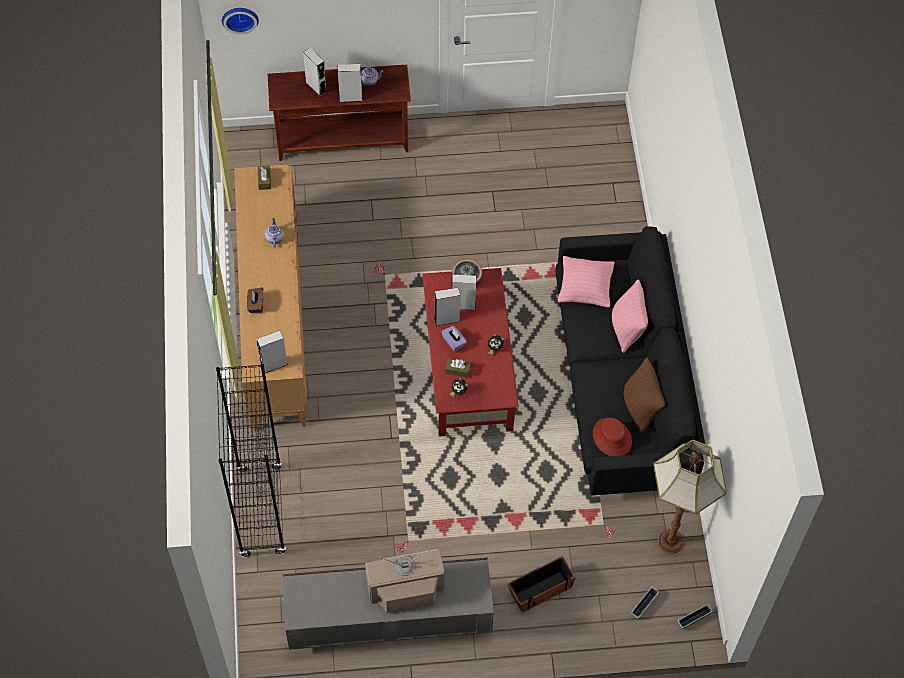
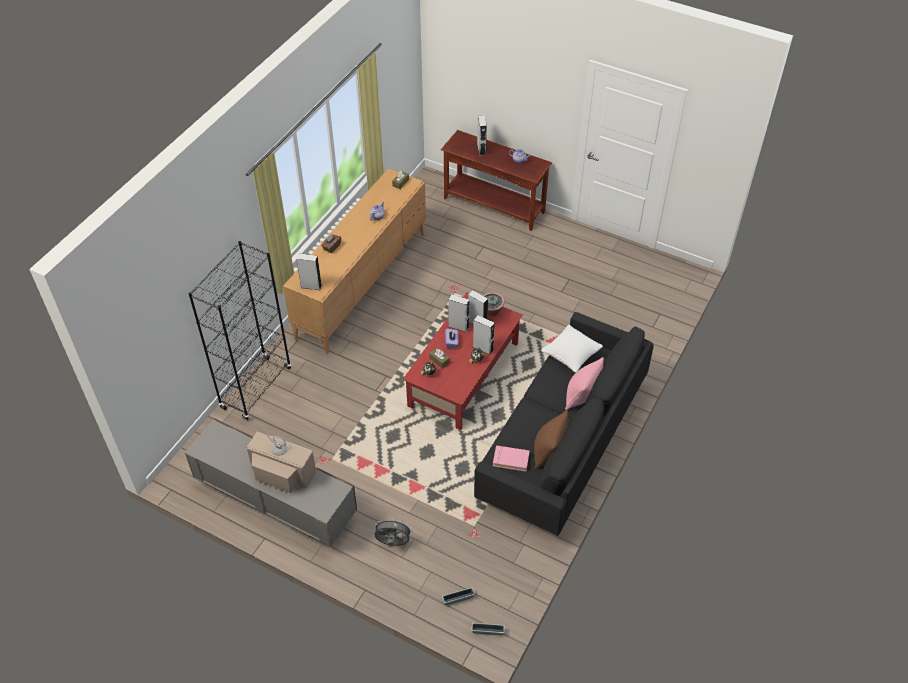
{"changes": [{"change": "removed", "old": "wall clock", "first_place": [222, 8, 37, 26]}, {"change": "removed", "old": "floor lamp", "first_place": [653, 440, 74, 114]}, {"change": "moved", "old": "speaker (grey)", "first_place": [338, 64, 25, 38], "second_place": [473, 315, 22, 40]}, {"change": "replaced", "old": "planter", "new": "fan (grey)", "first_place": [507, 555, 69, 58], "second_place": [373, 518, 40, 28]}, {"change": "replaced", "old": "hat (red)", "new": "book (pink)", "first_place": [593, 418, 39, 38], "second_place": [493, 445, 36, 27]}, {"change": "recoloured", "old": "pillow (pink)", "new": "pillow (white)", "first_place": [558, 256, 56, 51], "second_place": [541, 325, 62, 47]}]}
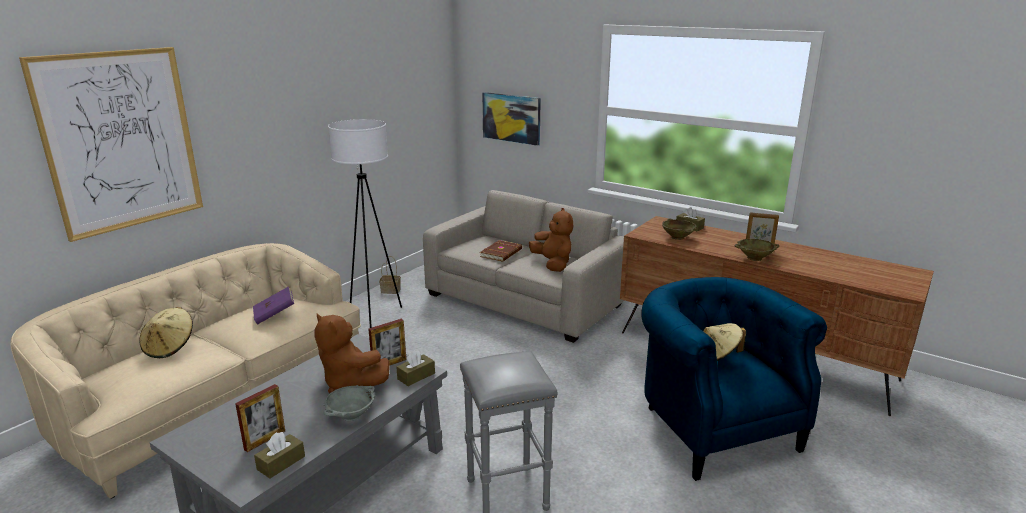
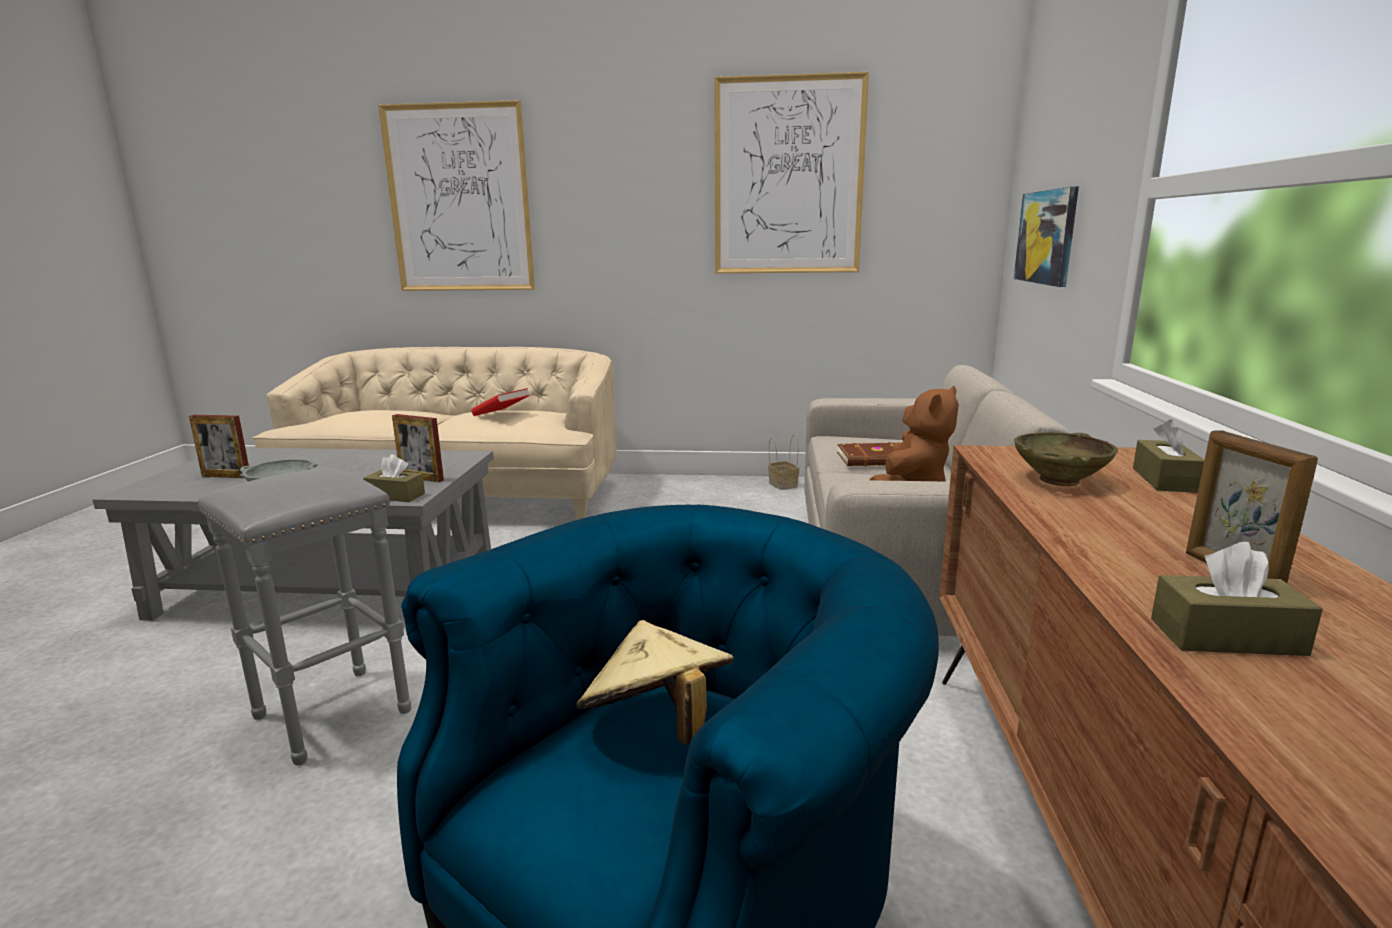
{"changes": [{"change": "removed", "old": "hat (beige)", "first_place": [140, 307, 53, 51]}, {"change": "removed", "old": "plush toy (brown)", "first_place": [315, 314, 74, 79]}, {"change": "removed", "old": "floor lamp (white)", "first_place": [328, 119, 74, 209]}, {"change": "removed", "old": "bowl (beige)", "first_place": [734, 239, 46, 22]}, {"change": "added", "new": "picture", "second_place": [714, 72, 155, 201]}, {"change": "moved", "old": "tissue box (brown)", "first_place": [254, 432, 51, 46], "second_place": [1151, 542, 172, 114]}, {"change": "recoloured", "old": "book (purple)", "new": "book (red)", "first_place": [253, 287, 41, 37], "second_place": [471, 388, 59, 28]}]}
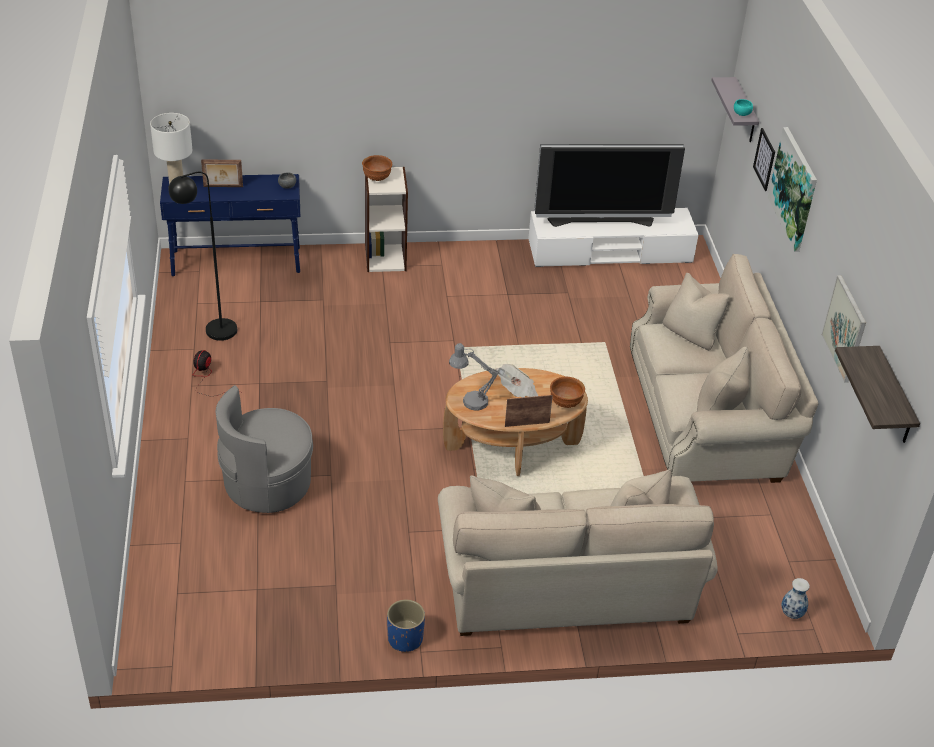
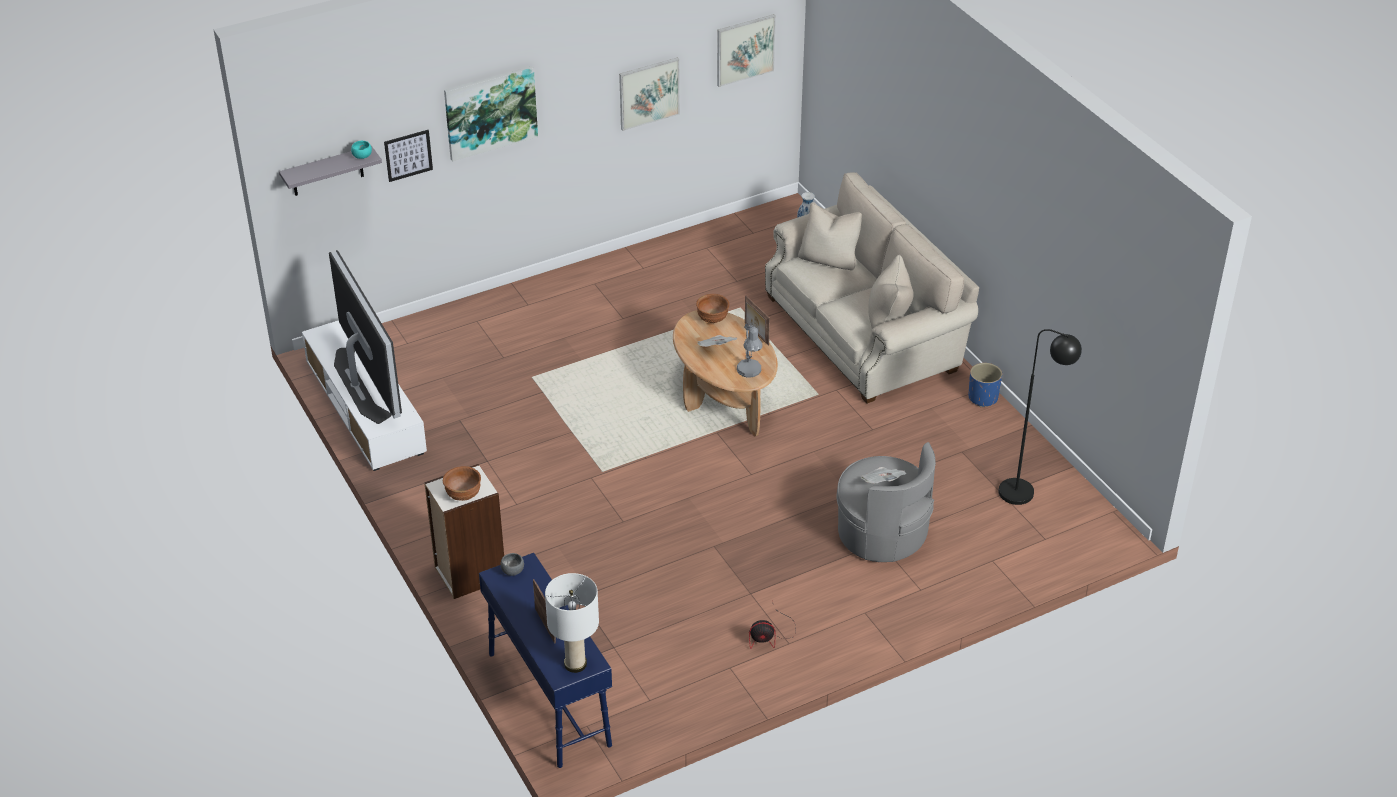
{"changes": [{"change": "removed", "old": "sofa (beige)", "first_place": [630, 254, 189, 229]}, {"change": "added", "new": "newspaper", "second_place": [861, 467, 45, 16]}, {"change": "moved", "old": "floor lamp (black)", "first_place": [169, 172, 68, 169], "second_place": [998, 329, 84, 176]}, {"change": "replaced", "old": "shelf", "new": "picture", "first_place": [835, 346, 85, 97], "second_place": [717, 14, 59, 73]}]}
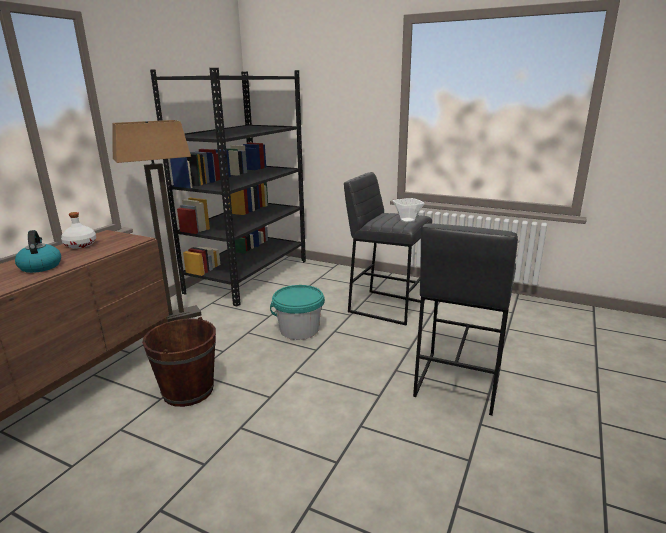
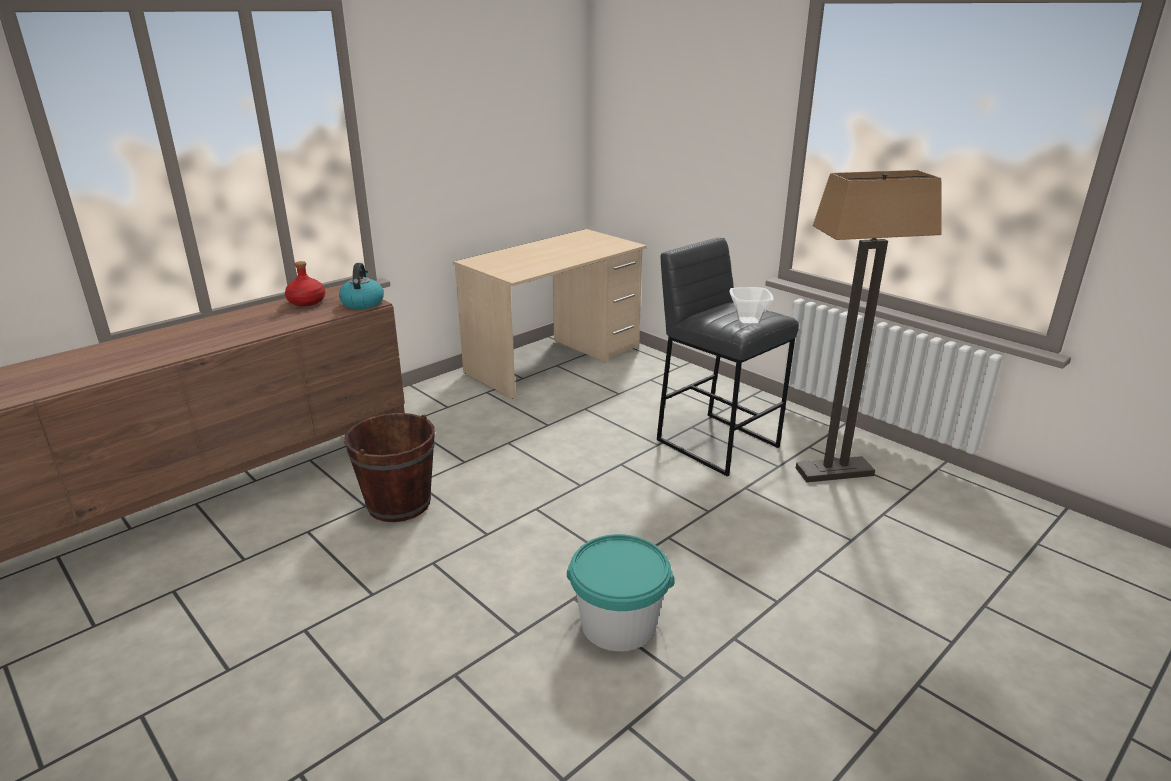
{"changes": [{"change": "removed", "old": "stool (grey)", "first_place": [413, 223, 105, 193]}, {"change": "moved", "old": "kettle", "first_place": [15, 230, 46, 43], "second_place": [339, 263, 45, 46]}, {"change": "moved", "old": "floor lamp", "first_place": [112, 120, 89, 202], "second_place": [796, 170, 145, 312]}, {"change": "moved", "old": "bucket (turquoise)", "first_place": [270, 285, 55, 55], "second_place": [567, 534, 108, 118]}, {"change": "replaced", "old": "bookcase (black)", "new": "desk (beige)", "first_place": [150, 68, 156, 239], "second_place": [453, 229, 194, 170]}, {"change": "recoloured", "old": "bottle (white)", "new": "bottle (red)", "first_place": [61, 212, 35, 36], "second_place": [285, 261, 40, 45]}]}
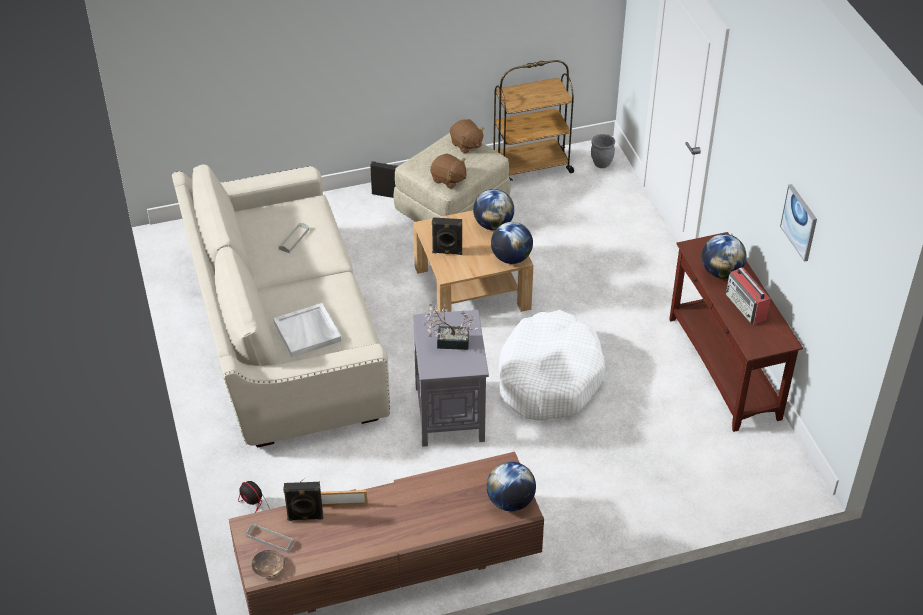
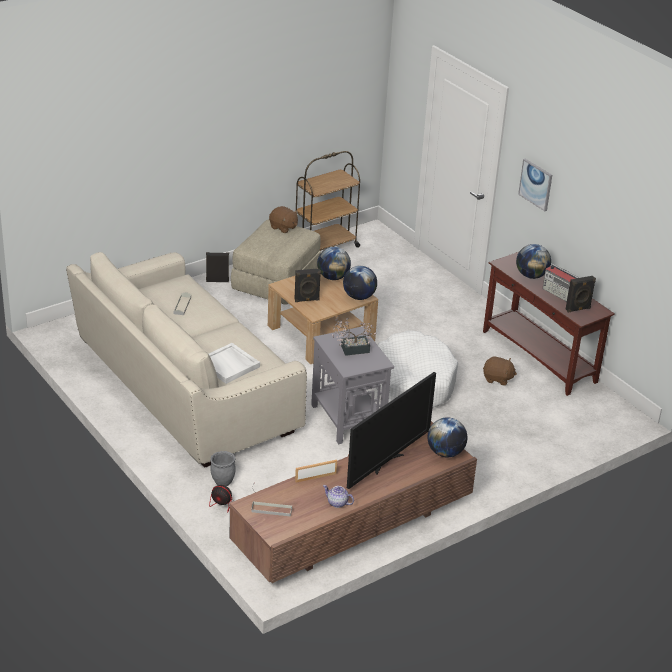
{"changes": [{"change": "removed", "old": "bowl (brown)", "first_place": [252, 550, 33, 27]}, {"change": "added", "new": "teapot", "second_place": [323, 485, 31, 23]}, {"change": "added", "new": "television", "second_place": [347, 372, 89, 117]}, {"change": "moved", "old": "speaker (black)", "first_place": [283, 482, 40, 39], "second_place": [566, 276, 30, 37]}, {"change": "moved", "old": "plush toy (brown)", "first_place": [430, 153, 36, 36], "second_place": [483, 356, 34, 30]}, {"change": "moved", "old": "planter (grey)", "first_place": [591, 134, 24, 34], "second_place": [210, 451, 26, 35]}, {"change": "moved", "old": "picture", "first_place": [780, 184, 37, 78], "second_place": [518, 159, 34, 52]}]}
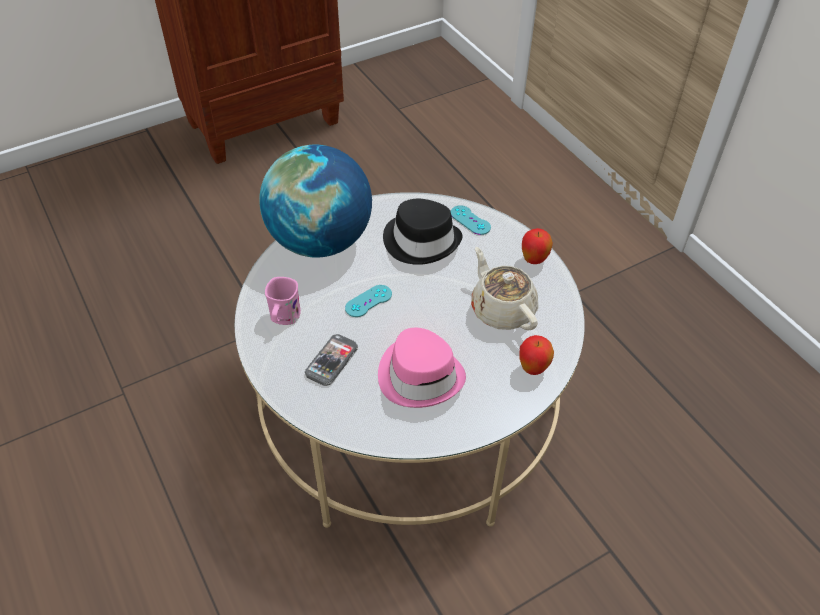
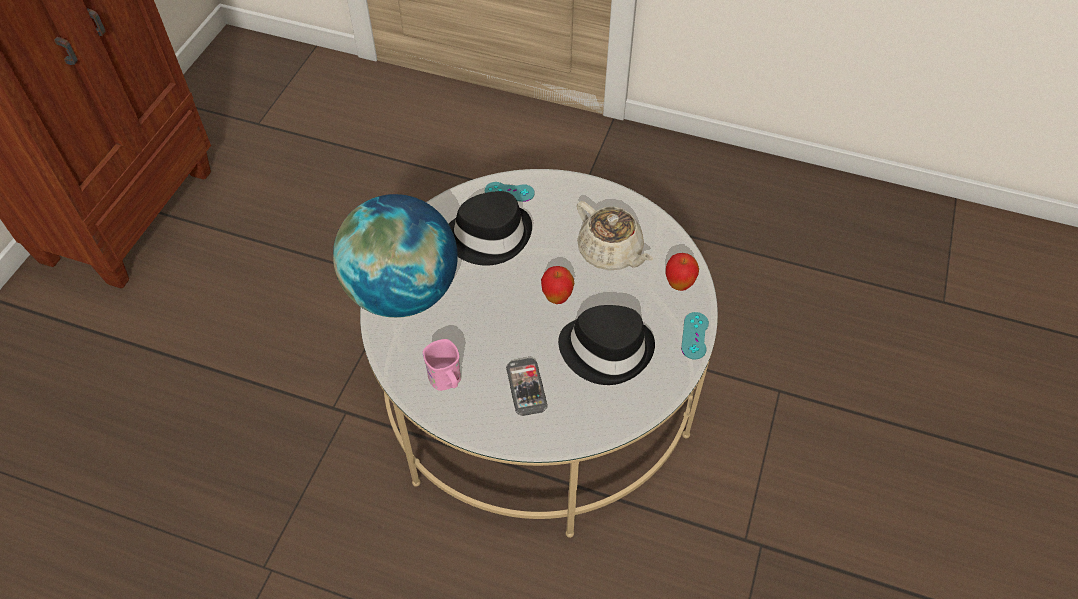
{"changes": [{"change": "moved", "old": "game controller (turquoise)", "first_place": [345, 285, 47, 32], "second_place": [681, 312, 28, 47]}, {"change": "moved", "old": "apple", "first_place": [522, 228, 31, 36], "second_place": [541, 266, 33, 38]}, {"change": "recoloured", "old": "hat (pink)", "new": "hat (black)", "first_place": [378, 328, 88, 80], "second_place": [558, 305, 97, 80]}, {"change": "turned", "old": "teapot (beige)", "first_place": [471, 247, 67, 83], "second_place": [577, 201, 76, 69], "degrees": -150}]}
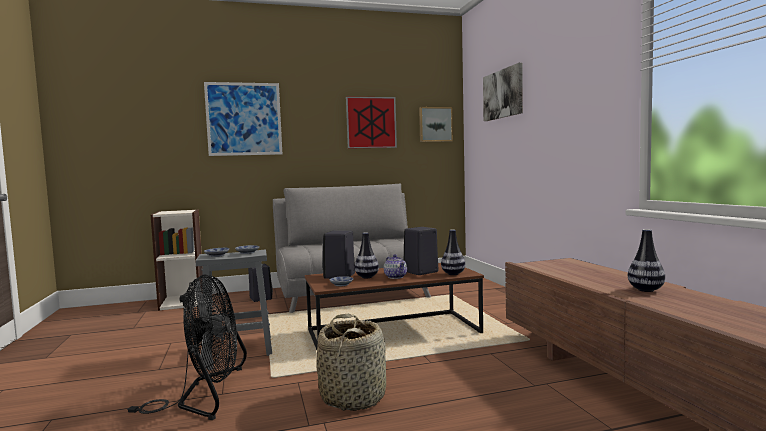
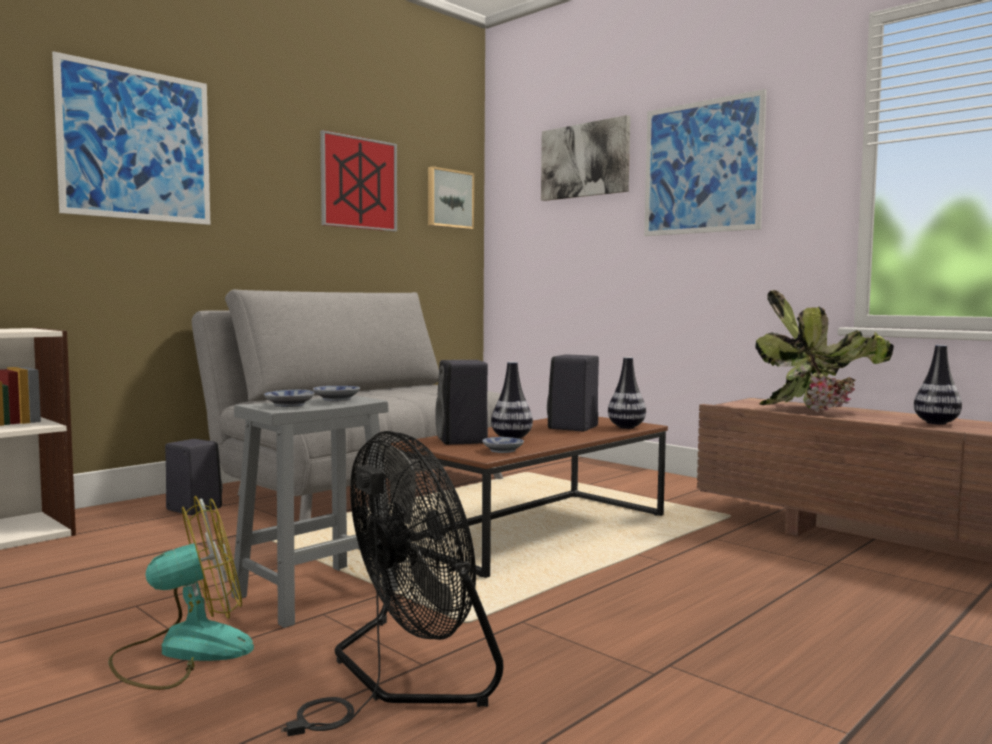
{"changes": [{"change": "removed", "old": "basket", "first_place": [316, 314, 70, 97]}, {"change": "removed", "old": "teapot", "first_place": [384, 254, 23, 25]}, {"change": "added", "new": "fan", "second_place": [109, 496, 145, 194]}, {"change": "added", "new": "picture", "second_place": [644, 89, 122, 147]}, {"change": "added", "new": "potted plant", "second_place": [755, 290, 139, 123]}]}
